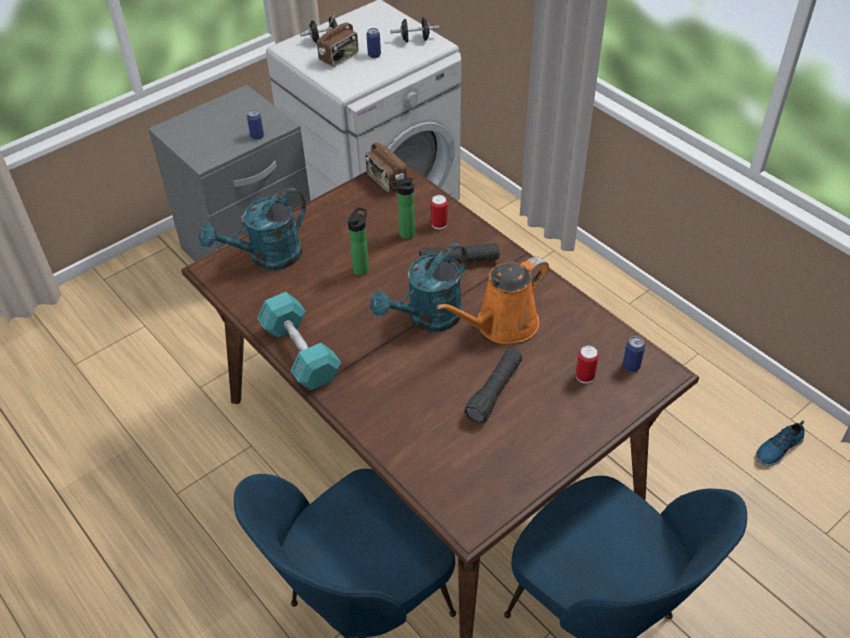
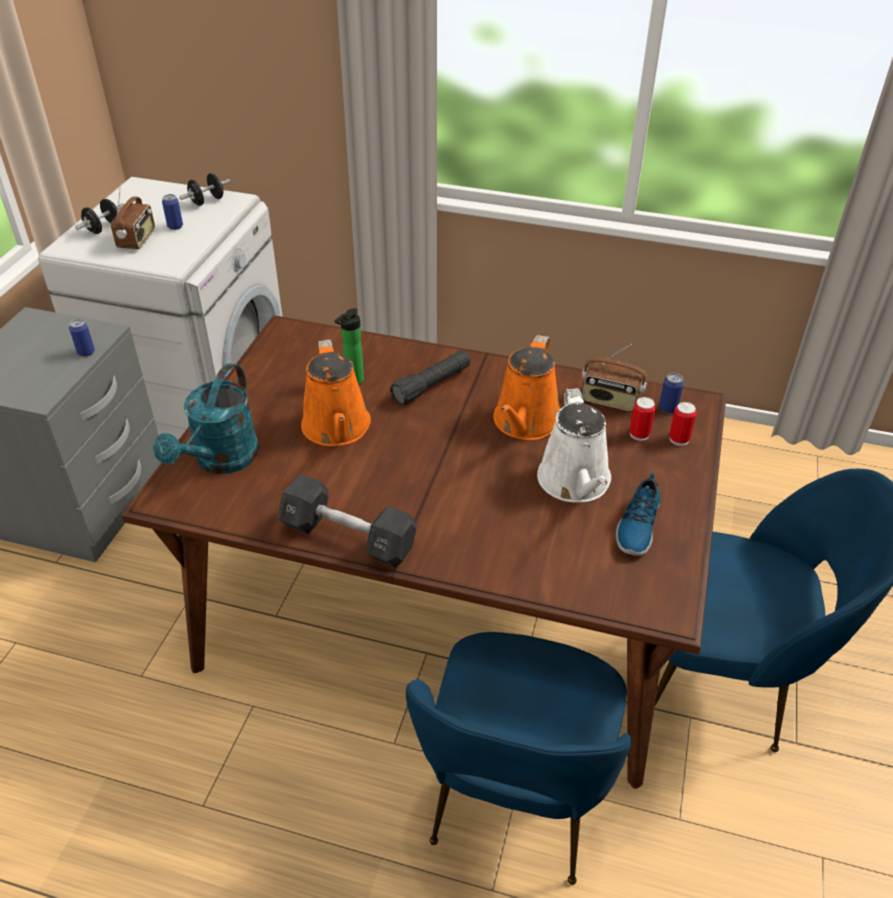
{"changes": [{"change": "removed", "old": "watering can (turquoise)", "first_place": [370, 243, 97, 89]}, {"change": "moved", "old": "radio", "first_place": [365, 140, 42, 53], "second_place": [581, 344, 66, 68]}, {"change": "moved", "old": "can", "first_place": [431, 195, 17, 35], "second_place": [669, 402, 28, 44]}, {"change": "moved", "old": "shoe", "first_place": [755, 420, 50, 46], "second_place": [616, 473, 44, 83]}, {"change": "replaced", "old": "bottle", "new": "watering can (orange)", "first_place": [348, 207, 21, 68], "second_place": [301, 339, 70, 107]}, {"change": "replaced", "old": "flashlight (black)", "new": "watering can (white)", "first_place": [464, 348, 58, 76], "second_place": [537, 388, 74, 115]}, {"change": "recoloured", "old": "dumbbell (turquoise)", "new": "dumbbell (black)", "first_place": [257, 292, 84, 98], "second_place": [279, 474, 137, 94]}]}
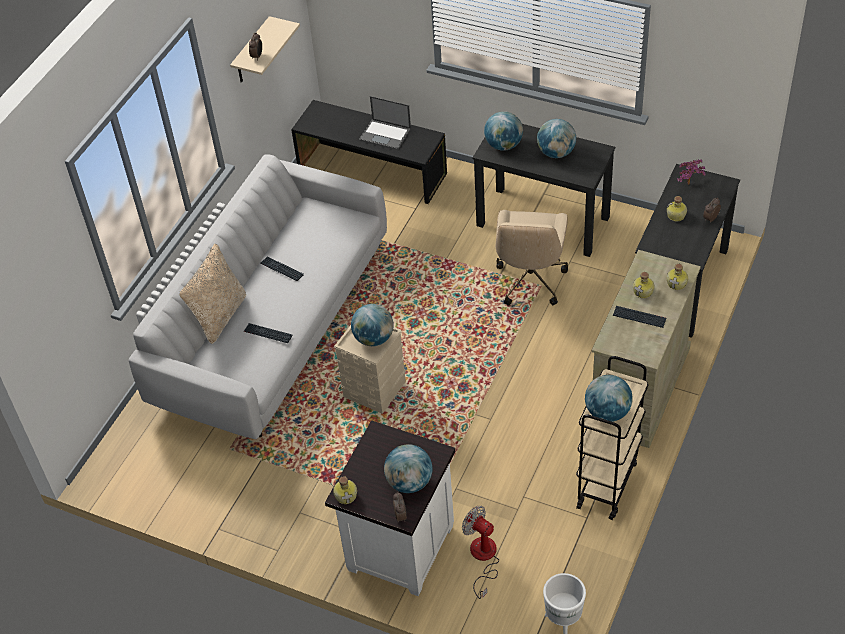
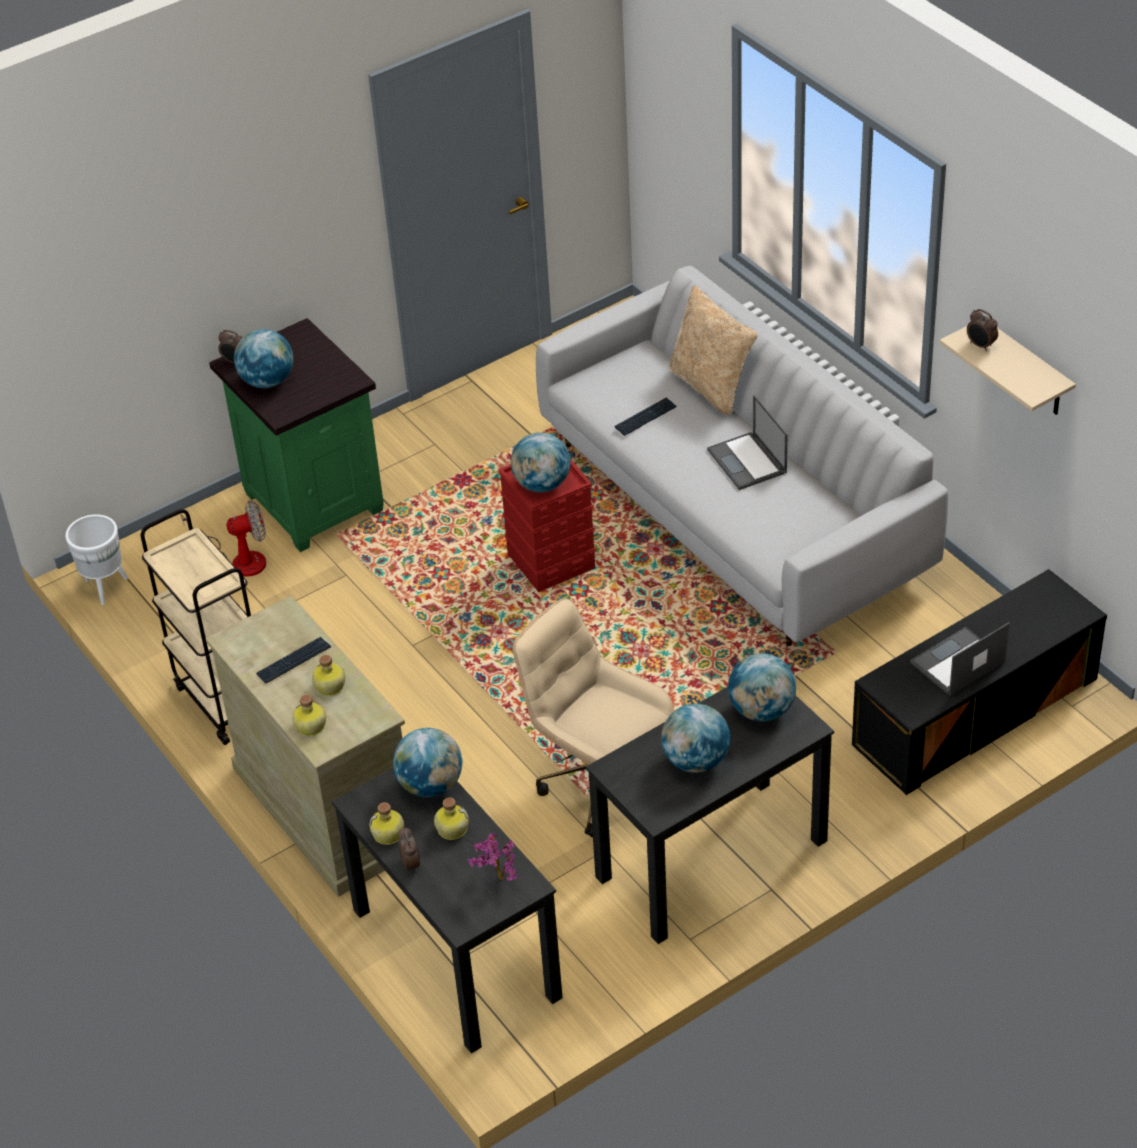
{"changes": [{"change": "moved", "old": "bottle", "first_place": [333, 476, 24, 28], "second_place": [369, 802, 35, 43]}, {"change": "moved", "old": "globe", "first_place": [585, 375, 48, 47], "second_place": [393, 728, 69, 69]}, {"change": "replaced", "old": "keyboard", "new": "laptop", "first_place": [260, 257, 44, 24], "second_place": [707, 395, 80, 95]}, {"change": "recoloured", "old": "cabinet (white)", "new": "cabinet (green)", "first_place": [325, 420, 130, 176], "second_place": [209, 318, 175, 234]}, {"change": "recoloured", "old": "storage box (beige)", "new": "storage box (red)", "first_place": [334, 325, 72, 89], "second_place": [498, 459, 98, 133]}]}
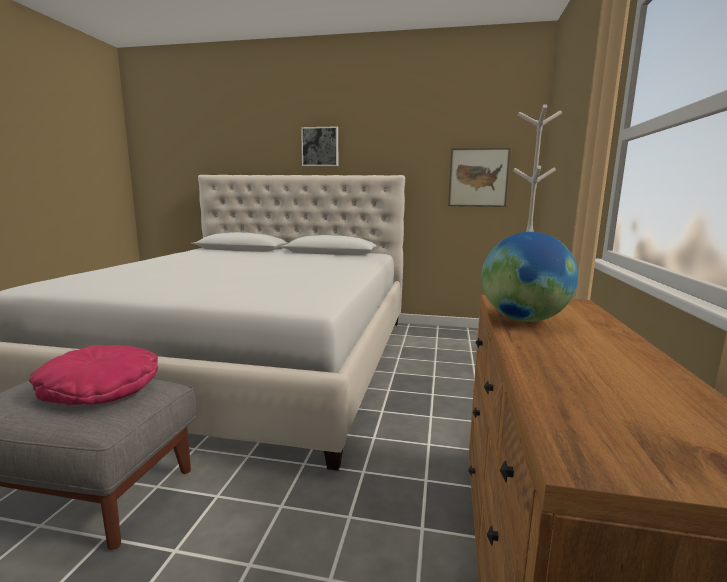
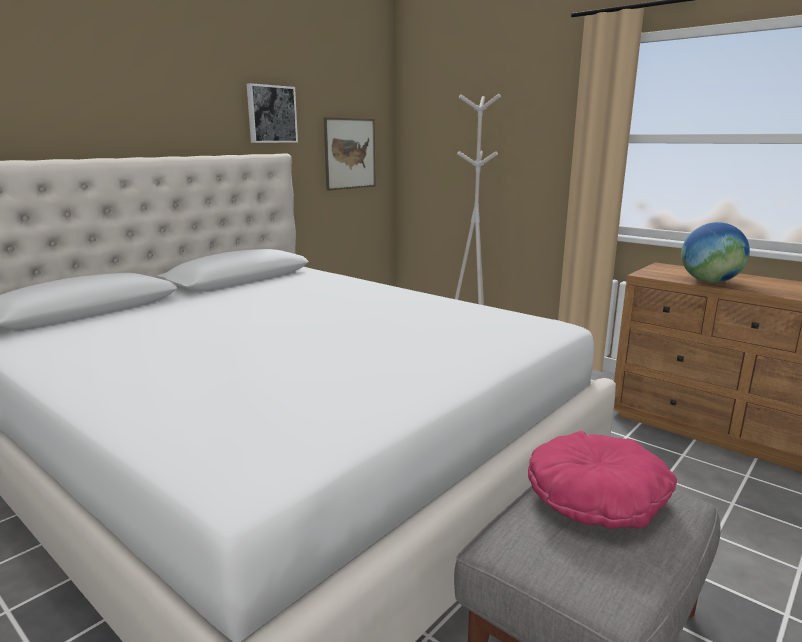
{"changes": [{"change": "moved", "old": "picture", "first_place": [301, 126, 37, 40], "second_place": [247, 83, 51, 60]}]}
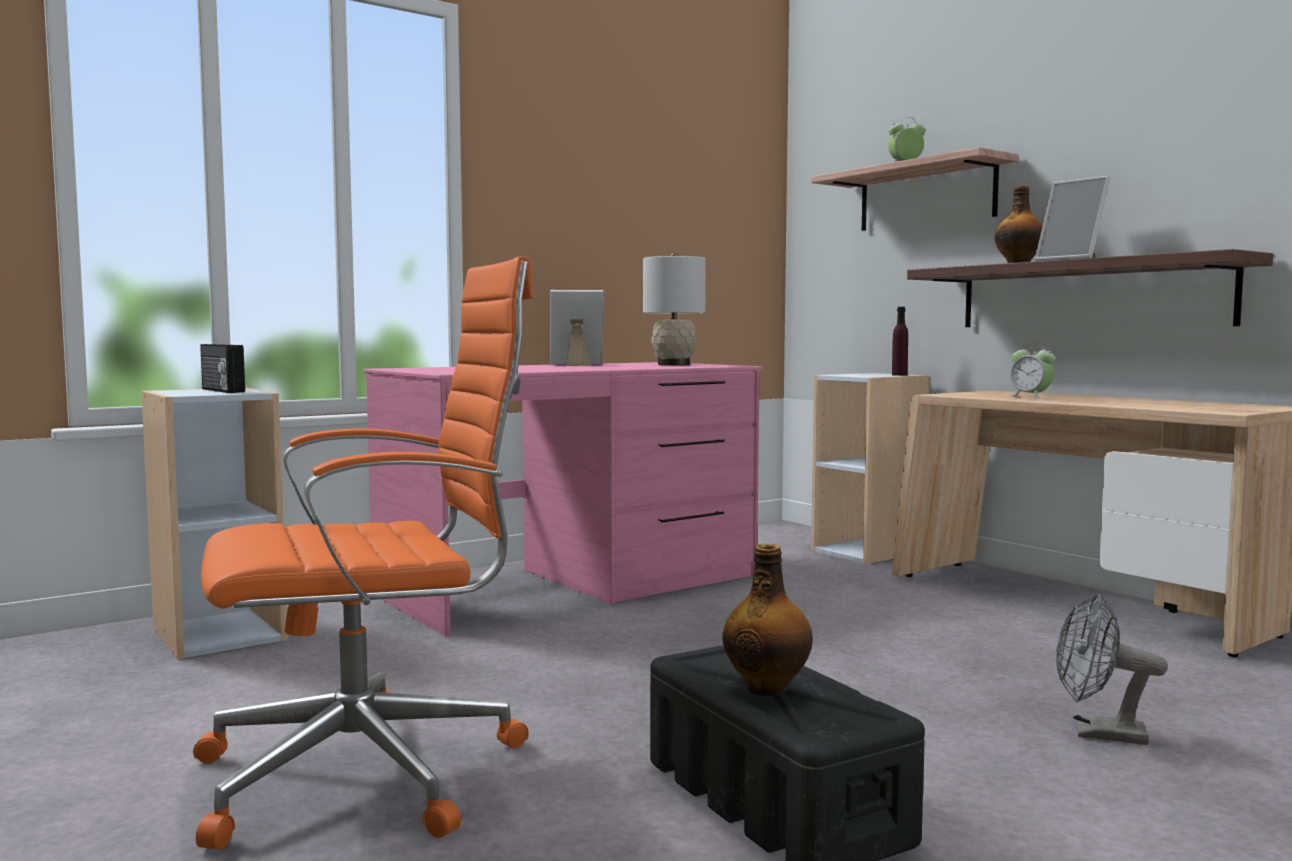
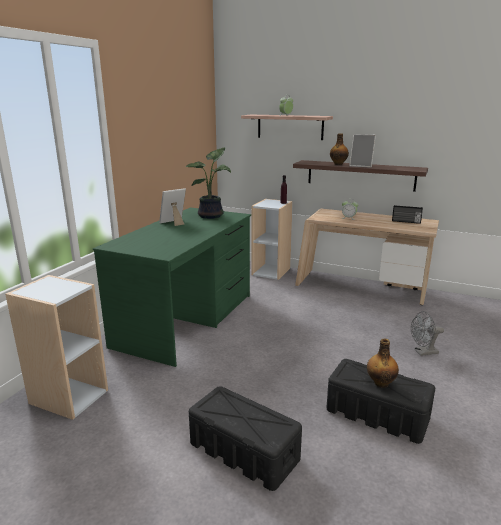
{"changes": [{"change": "moved", "old": "radio", "first_place": [200, 344, 45, 49], "second_place": [392, 205, 31, 19]}, {"change": "replaced", "old": "office chair (orange)", "new": "storage box (black)", "first_place": [193, 256, 341, 593], "second_place": [189, 386, 113, 105]}, {"change": "replaced", "old": "table lamp (white)", "new": "potted plant", "first_place": [643, 253, 63, 112], "second_place": [186, 148, 45, 71]}, {"change": "recoloured", "old": "desk (pink)", "new": "desk (green)", "first_place": [363, 362, 400, 275], "second_place": [93, 208, 158, 159]}]}
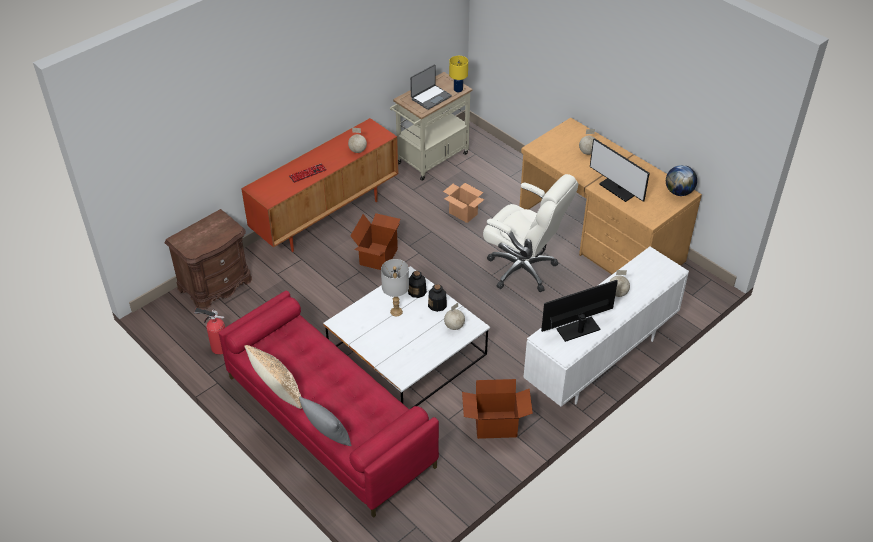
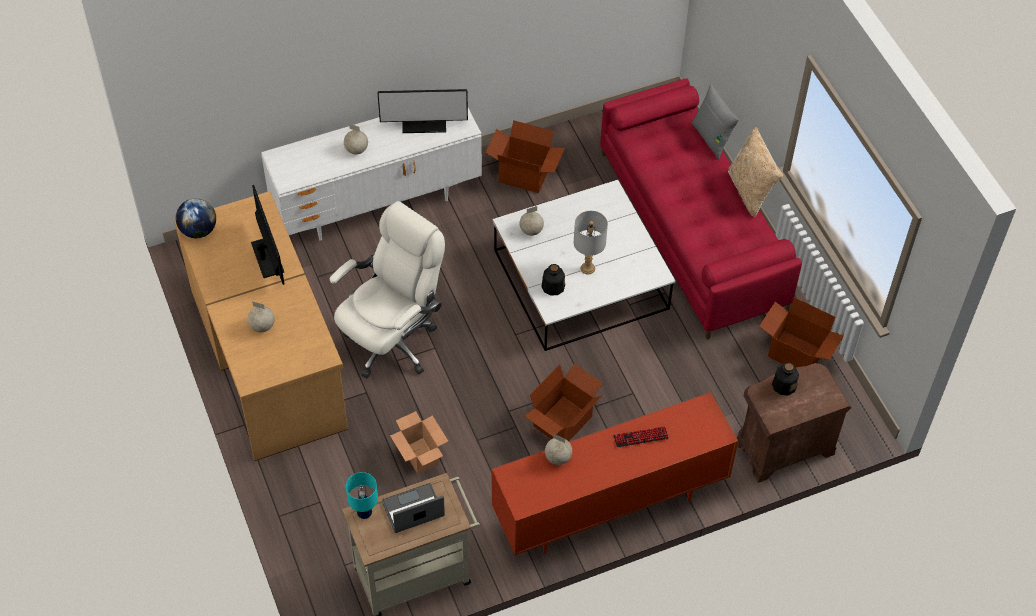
{"changes": [{"change": "moved", "old": "bottle", "first_place": [428, 284, 19, 28], "second_place": [772, 363, 27, 32]}, {"change": "replaced", "old": "fire extinguisher", "new": "cardboard box", "first_place": [194, 308, 31, 47], "second_place": [759, 297, 85, 71]}, {"change": "recoloured", "old": "table lamp (yellow)", "new": "table lamp (turquoise)", "first_place": [449, 56, 19, 37], "second_place": [346, 472, 32, 47]}, {"change": "turned", "old": "office chair (white)", "first_place": [483, 174, 95, 118], "second_place": [330, 201, 115, 177], "degrees": 75}]}
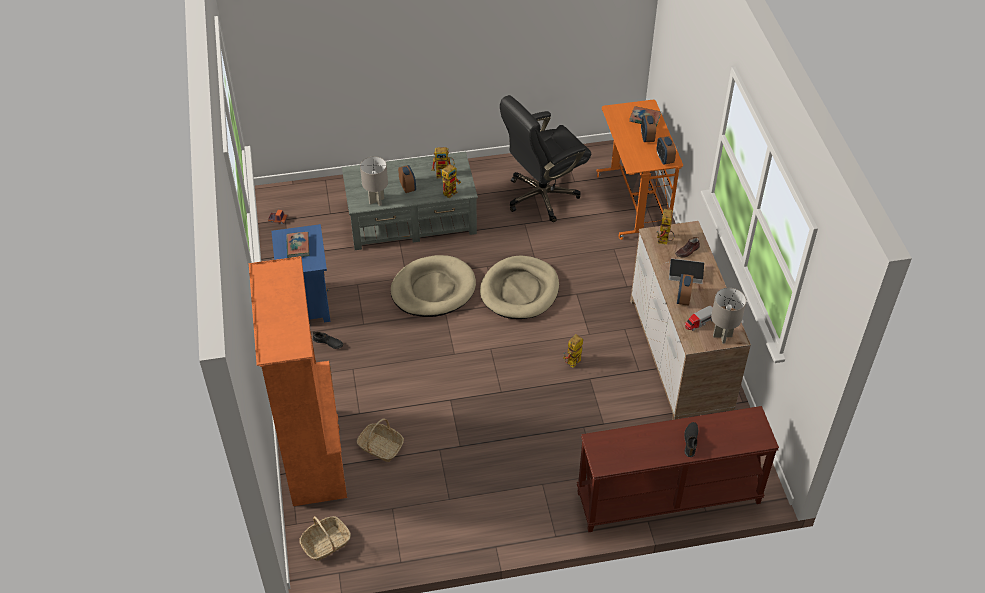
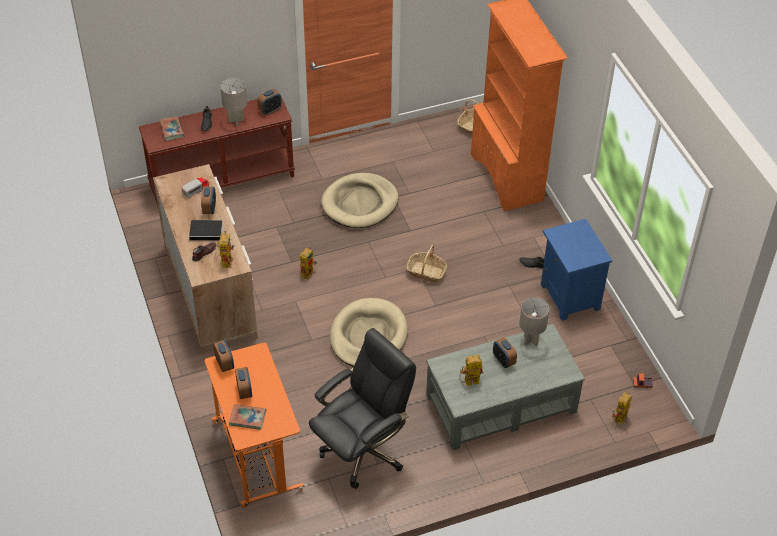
{"changes": [{"change": "added", "new": "alarm clock", "second_place": [257, 89, 25, 26]}, {"change": "moved", "old": "book", "first_place": [286, 232, 23, 26], "second_place": [160, 116, 25, 25]}, {"change": "moved", "old": "basket", "first_place": [357, 419, 47, 43], "second_place": [407, 245, 40, 38]}, {"change": "moved", "old": "dog bed (beige)", "first_place": [391, 255, 85, 62], "second_place": [321, 173, 77, 55]}, {"change": "moved", "old": "toy robot", "first_place": [442, 163, 19, 35], "second_place": [612, 392, 20, 32]}, {"change": "moved", "old": "table lamp (grey)", "first_place": [711, 288, 35, 55], "second_place": [221, 78, 26, 48]}]}
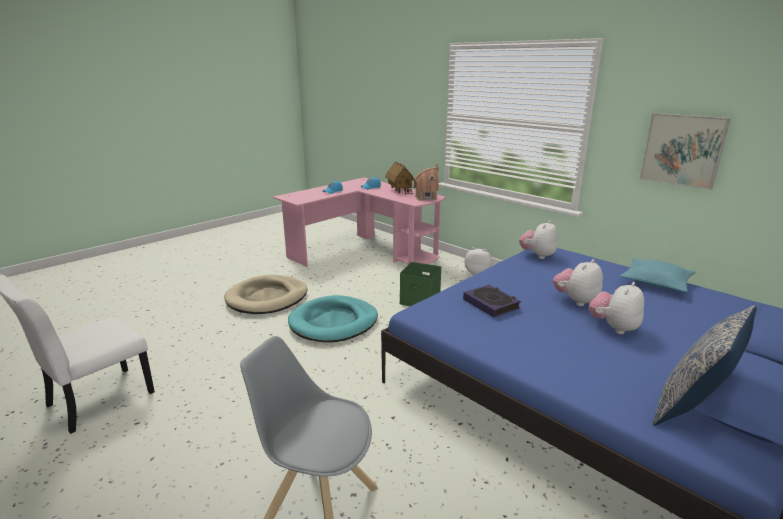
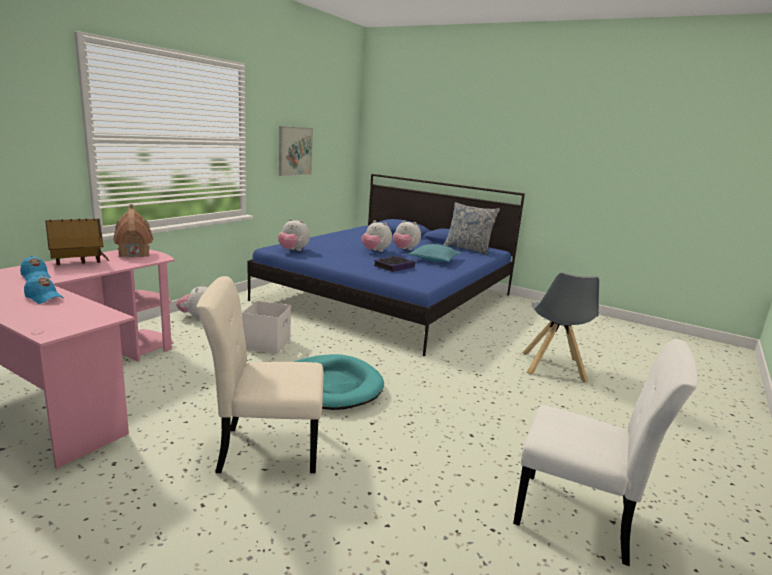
{"changes": [{"change": "moved", "old": "pillow (turquoise)", "first_place": [619, 258, 77, 35], "second_place": [408, 244, 53, 18]}, {"change": "replaced", "old": "dog bed (beige)", "new": "chair (beige)", "first_place": [224, 275, 84, 39], "second_place": [196, 276, 128, 197]}, {"change": "recoloured", "old": "storage box (green)", "new": "storage box (white)", "first_place": [400, 262, 42, 44], "second_place": [242, 301, 49, 53]}]}
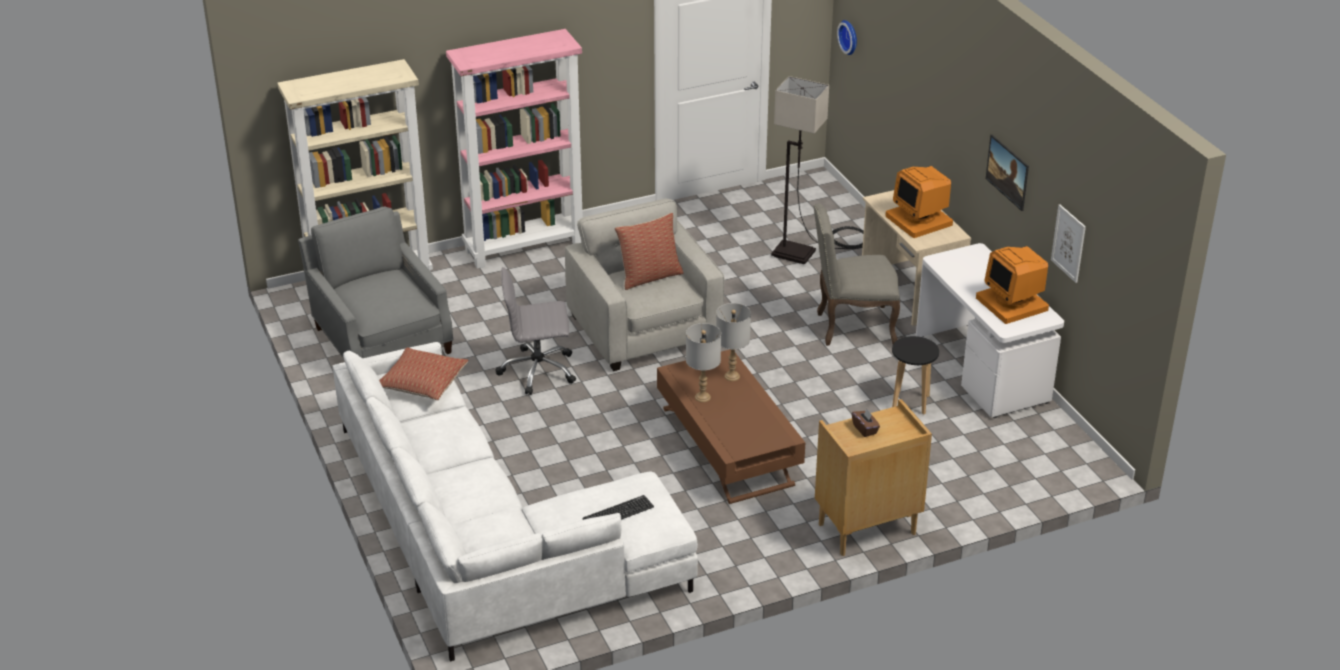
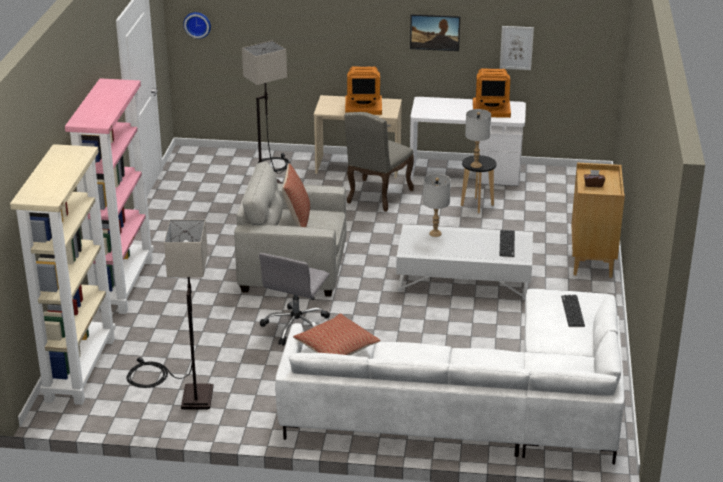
{"changes": [{"change": "added", "new": "keyboard", "second_place": [500, 230, 15, 27]}, {"change": "moved", "old": "table lamp (grey)", "first_place": [686, 323, 35, 79], "second_place": [465, 109, 26, 59]}, {"change": "replaced", "old": "armchair (grey)", "new": "floor lamp", "first_place": [298, 207, 156, 151], "second_place": [126, 219, 88, 190]}, {"change": "recoloured", "old": "coffee table (brown)", "new": "coffee table (white)", "first_place": [657, 350, 148, 154], "second_place": [396, 224, 137, 75]}]}
